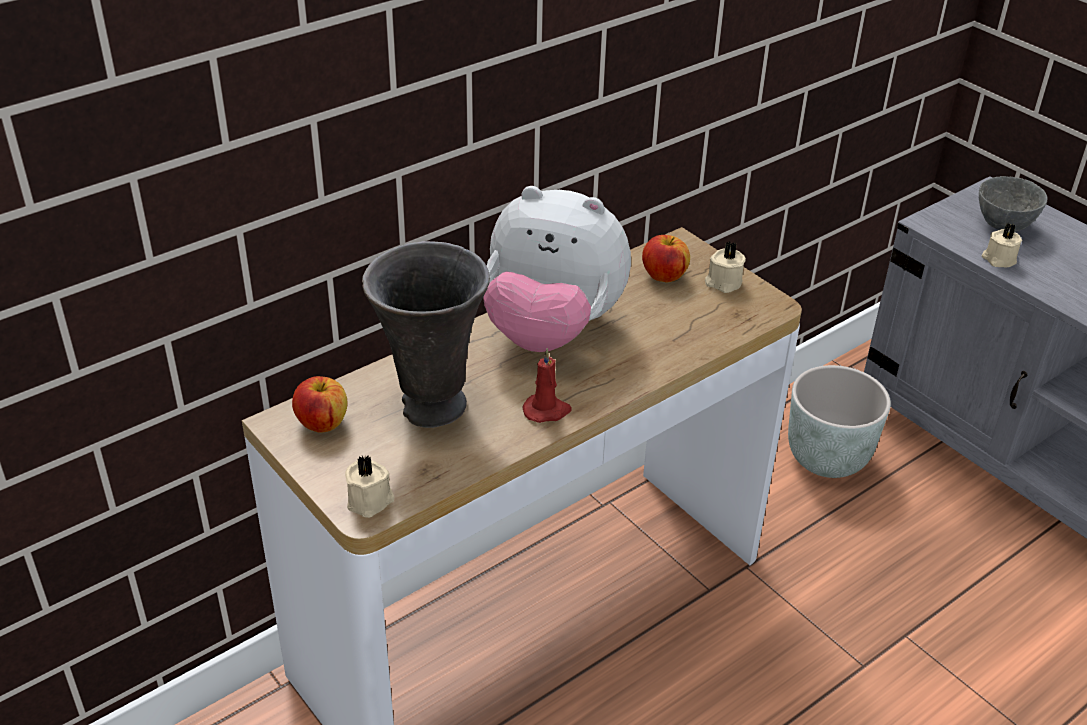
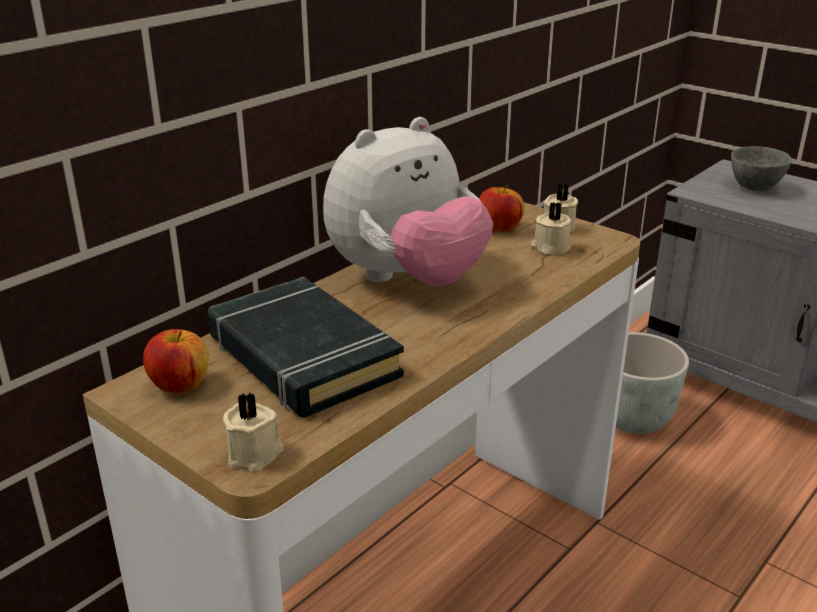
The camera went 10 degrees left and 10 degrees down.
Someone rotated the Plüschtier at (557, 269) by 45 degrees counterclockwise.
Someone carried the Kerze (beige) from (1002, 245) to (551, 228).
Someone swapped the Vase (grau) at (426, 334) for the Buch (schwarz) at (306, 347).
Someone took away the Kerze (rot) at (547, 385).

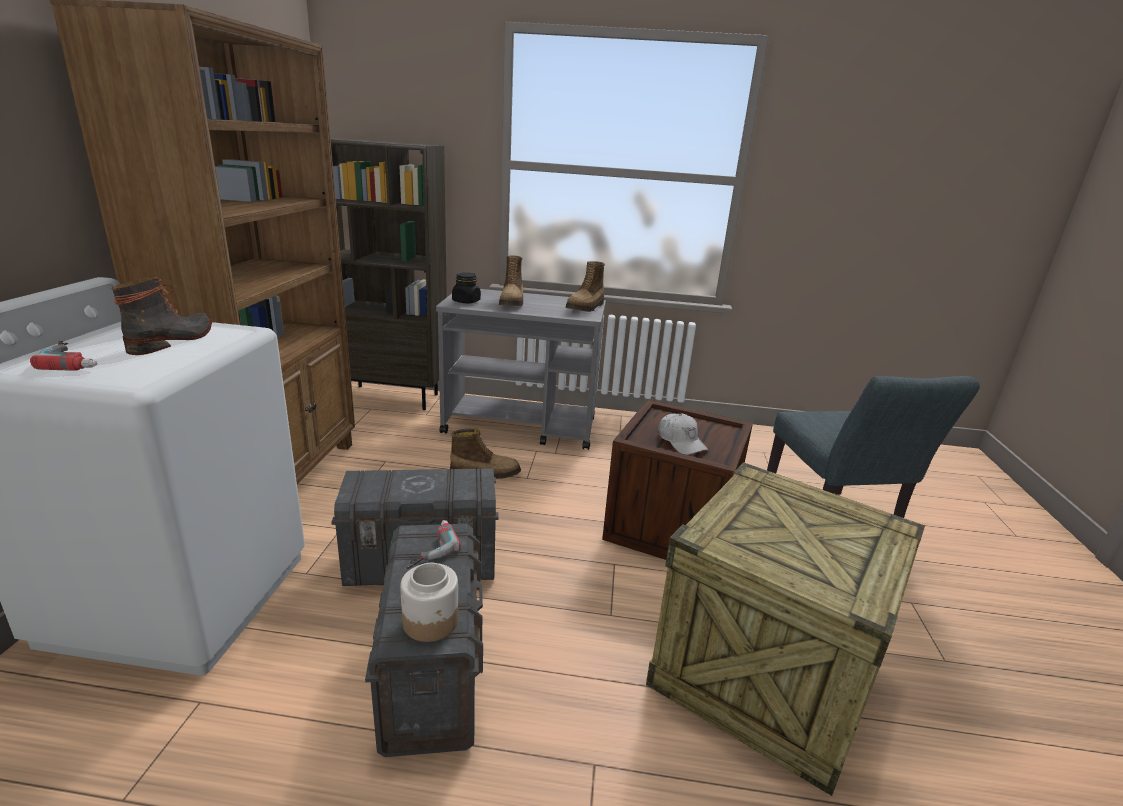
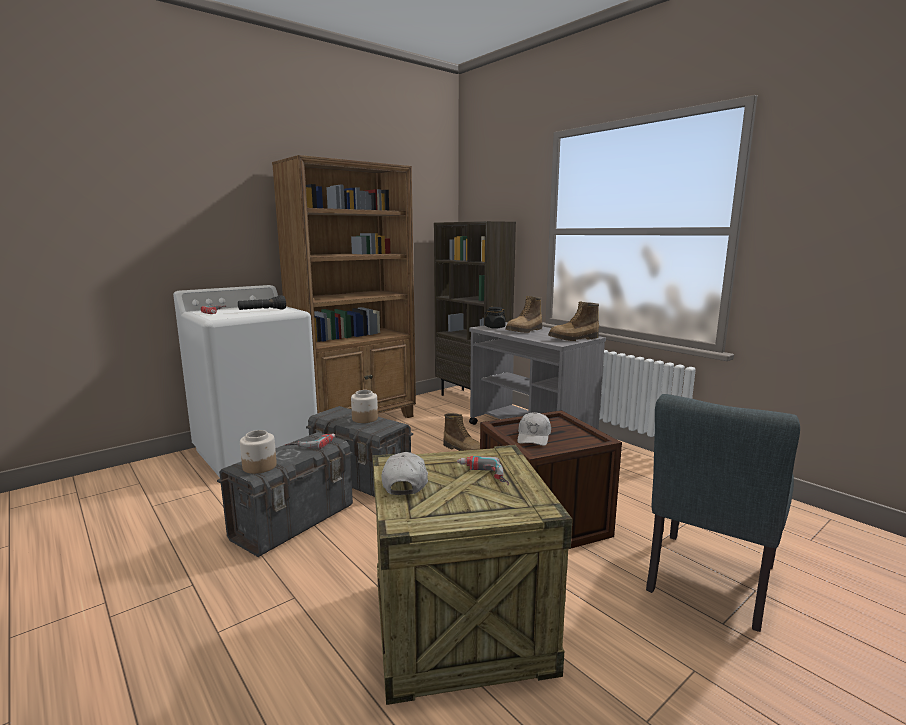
The camera went 45 degrees right and 10 degrees down.
Someone swapped the Stiefel at (161, 316) for the Taschenlampe (schwarz) at (262, 302).
Someone put down the Vorratsglas at (364, 406).
Someone put down the Kappe (weiß) at (404, 473).
Someone put down the Bohrmaschine at (483, 471).

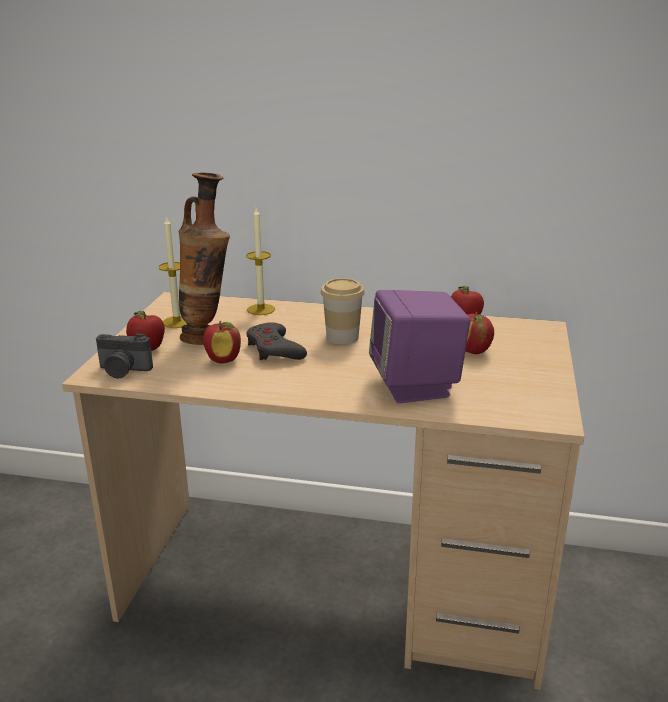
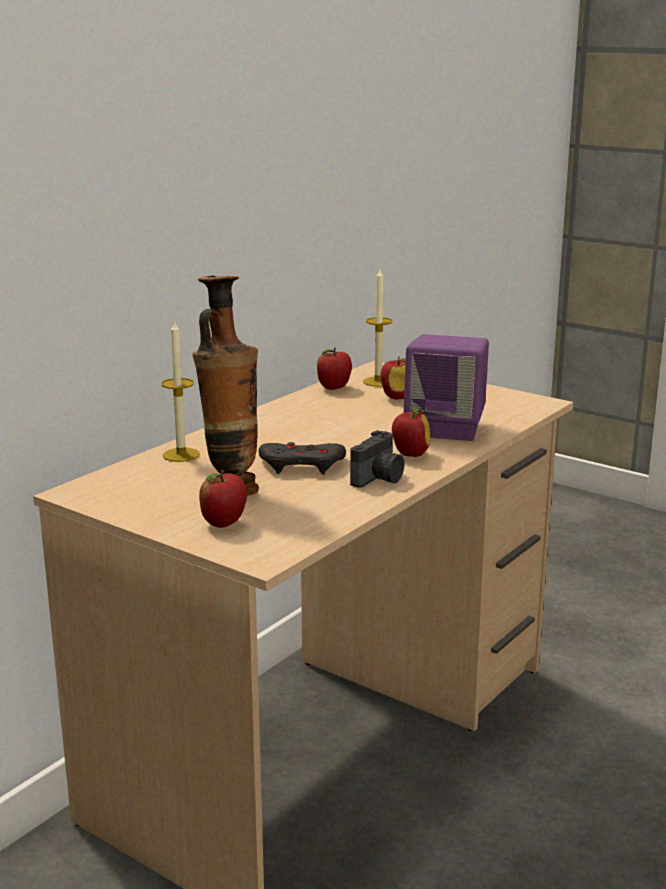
The camera went 65 degrees left and 5 degrees down.
Someone carried the Kerze from (173, 272) to (378, 328).
Someone took away the Tasse at (343, 311).
Someone carried the Apfel from (222, 342) to (411, 432).
Someone carried the Kamera from (124, 356) to (377, 459).

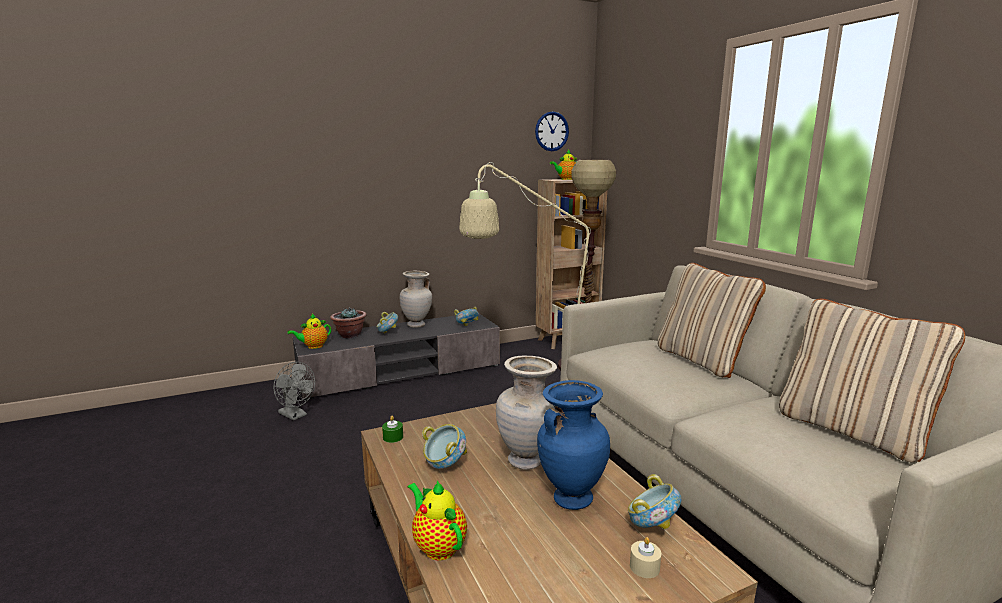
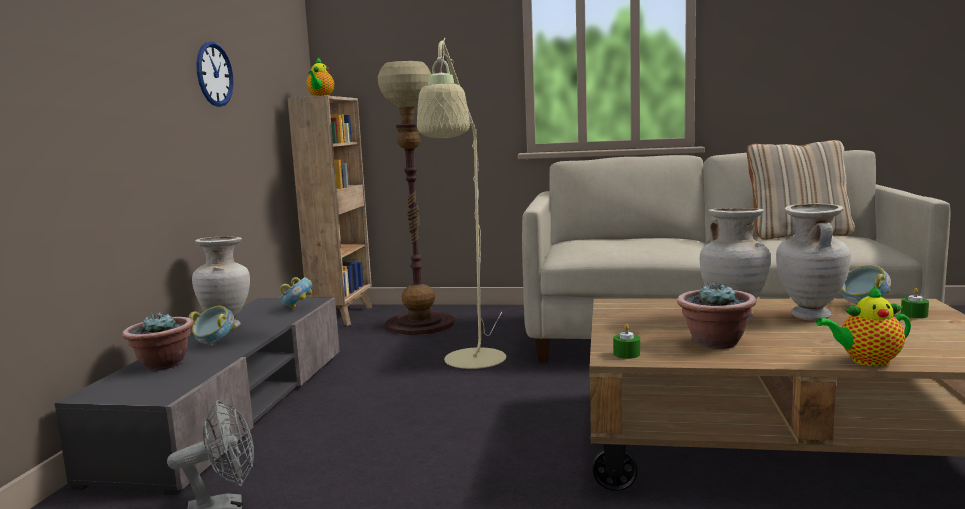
The camera went 55 degrees left and 5 degrees down.
Someone carried the Wanduhr from (552, 131) to (214, 74).
Someone took away the Kissen (beige) at (711, 320).
Someone took away the Teekanne at (309, 331).
Someone repainted the Vase (blau) at (573, 445), which became the Vase (beige) at (813, 262).
Someone swapped the Schüssel at (444, 446) for the Topfpflanze at (716, 315).
Someone repainted the Kerze (beige) at (645, 557), which became the Kerze (grün) at (915, 303).

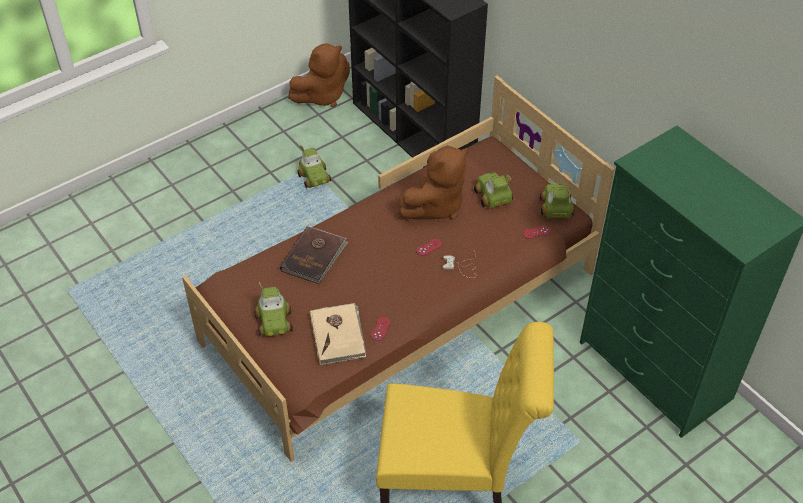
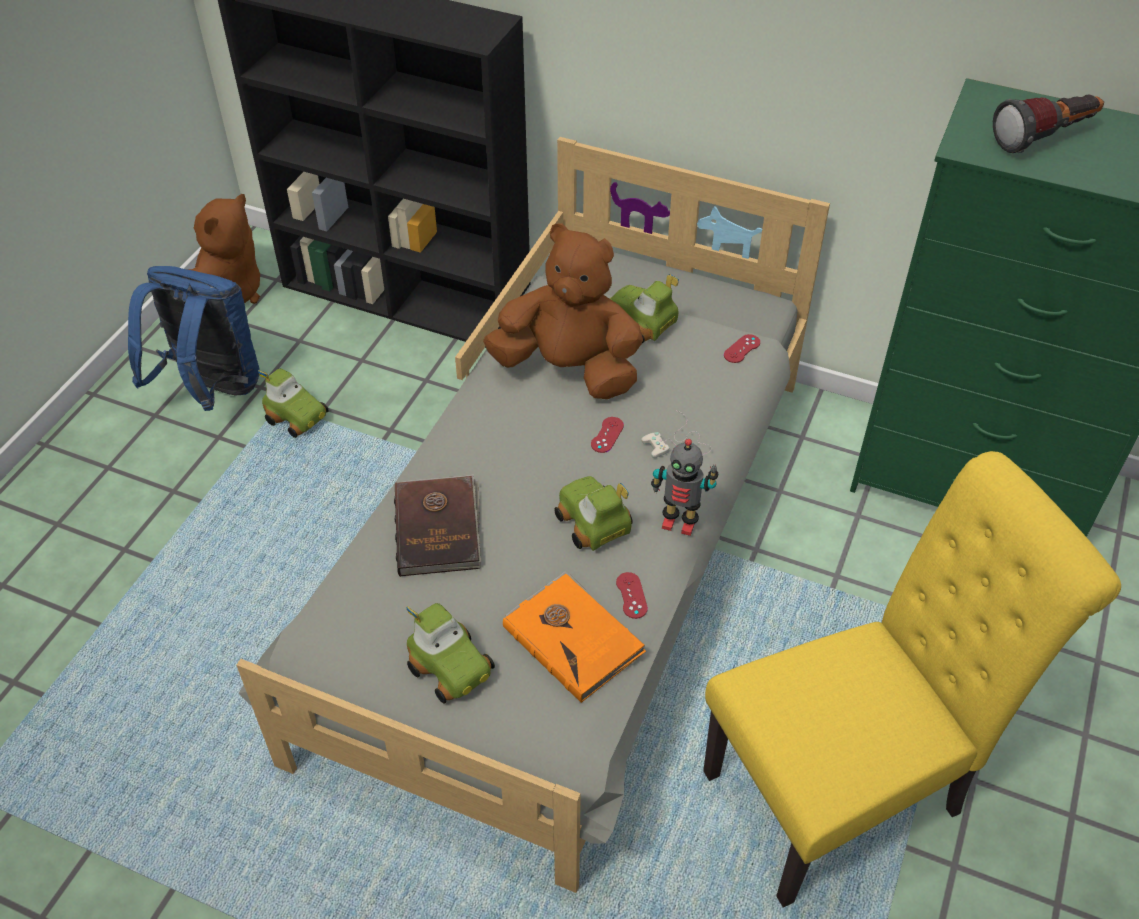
The camera went 30 degrees left and 0 degrees up.
Someone repainted the Bett (braun) at (398, 269), which became the Bett (grau) at (533, 515).
Someone rotated the Plüschtier (braun) at (433, 182) by 90 degrees counterclockwise.
Someone carried the Spielzeugauto from (557, 201) to (593, 513).
Someone repainted the Buch (beige) at (338, 334), which became the Buch (orange) at (574, 637).
Someone put down the Taschenlampe at (1048, 123).
Someone put down the Rucksack (blau) at (193, 338).
Someone put down the Spielzeugroboter at (684, 487).

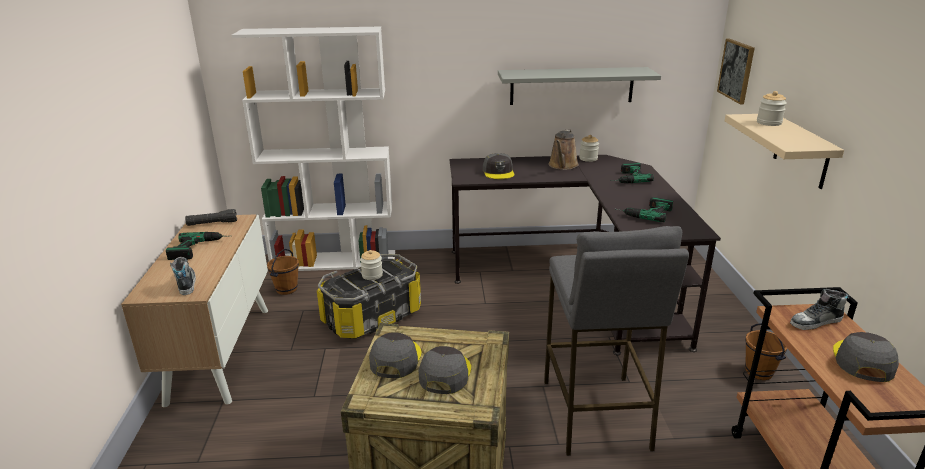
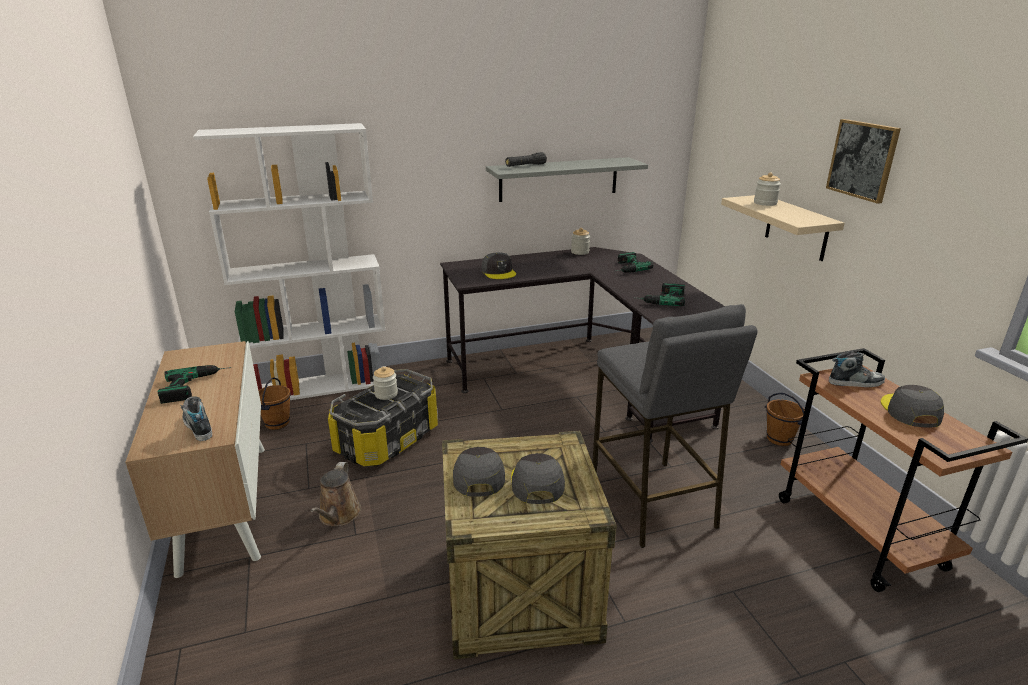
The camera went 15 degrees left and 0 degrees up.
Someone carried the Bild from (736, 71) to (863, 161).
Someone carried the Gießkanne (braun) from (563, 150) to (335, 494).
Someone carried the Taschenlampe (schwarz) from (211, 217) to (526, 159).
Someone rotated the Schuh at (820, 309) by 150 degrees counterclockwise.

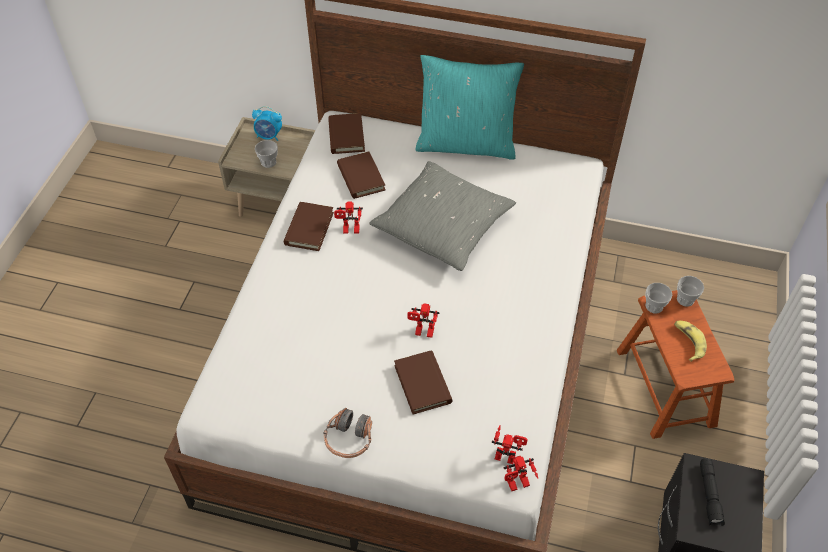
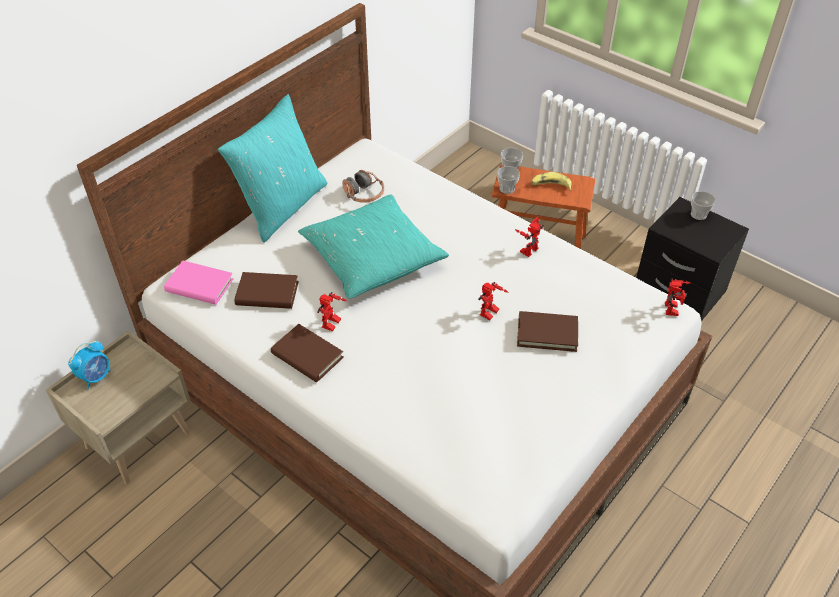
The camera went 65 degrees left and 5 degrees down.
Someone repainted the Buch (braun) at (346, 133), which became the Buch (rosa) at (198, 283).
Someone carried the Tasse from (266, 154) to (703, 205).
Someone repainted the Kissen (grau) at (442, 216), which became the Kissen (türkis) at (373, 246).
Someone carried the Kopfhörer from (348, 433) to (363, 186).
Someone carried the Spielzeugroboter from (509, 445) to (529, 237).
Someone took away the Taschenlampe (schwarz) at (712, 492).

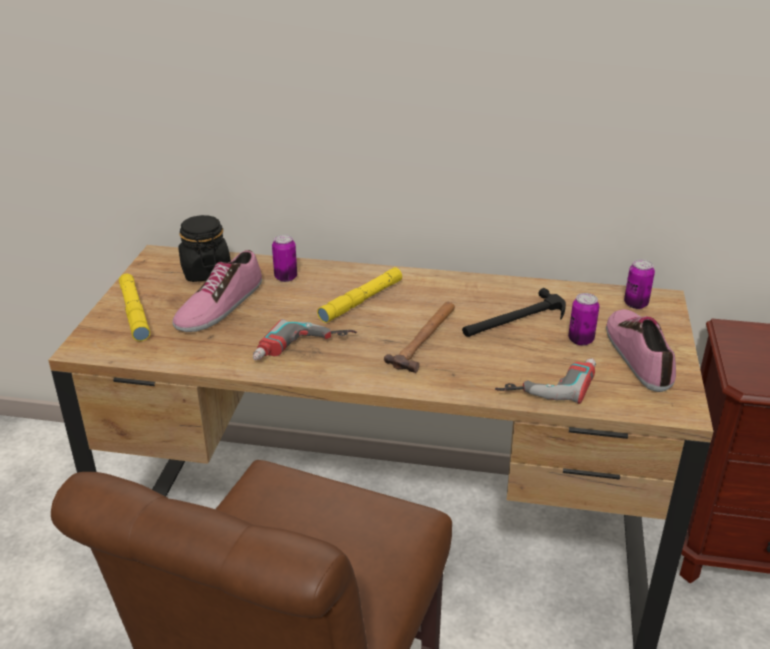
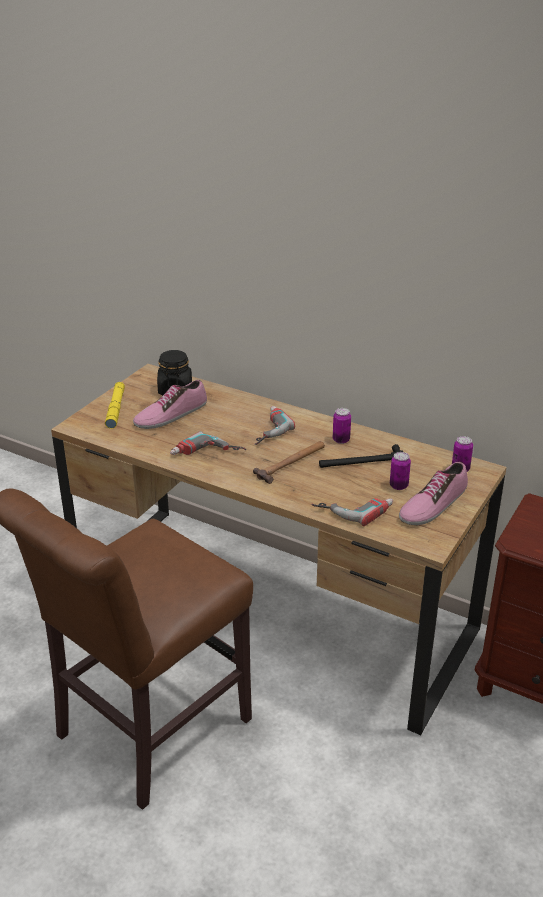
The camera went 20 degrees right and 0 degrees up.
Someone carried the Dose from (284, 258) to (342, 426).
Someone swapped the Taschenlampe (gelb) at (359, 295) for the Bohrmaschine at (275, 425).
Someone rotated the Schuh at (641, 350) by 150 degrees counterclockwise.

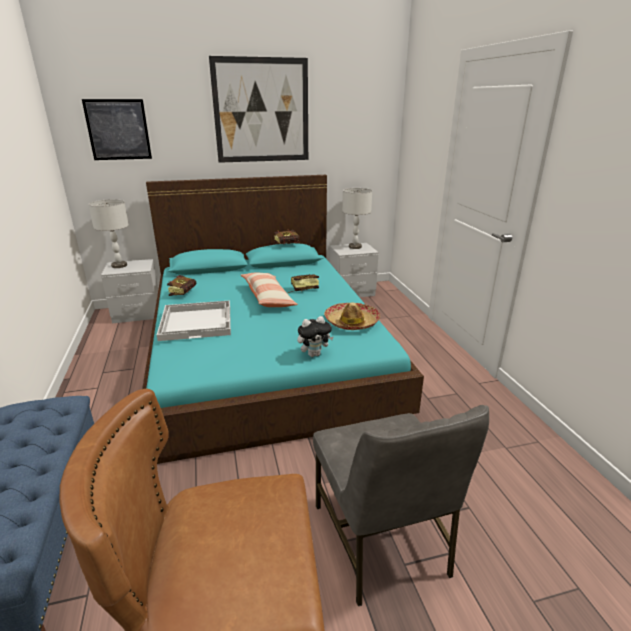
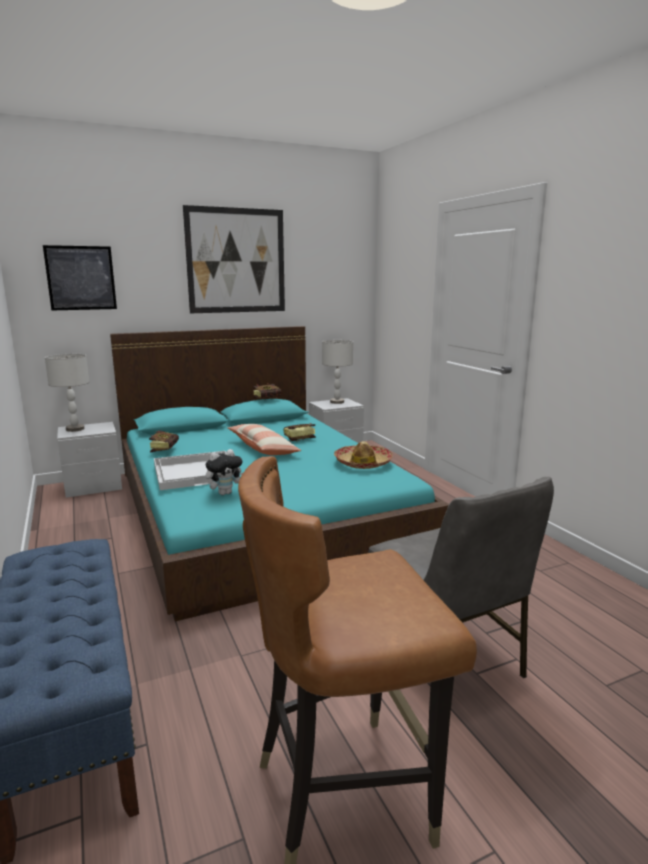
The camera went 10 degrees left and 10 degrees down.
Someone carried the Plüschtier from (315, 336) to (224, 472).

